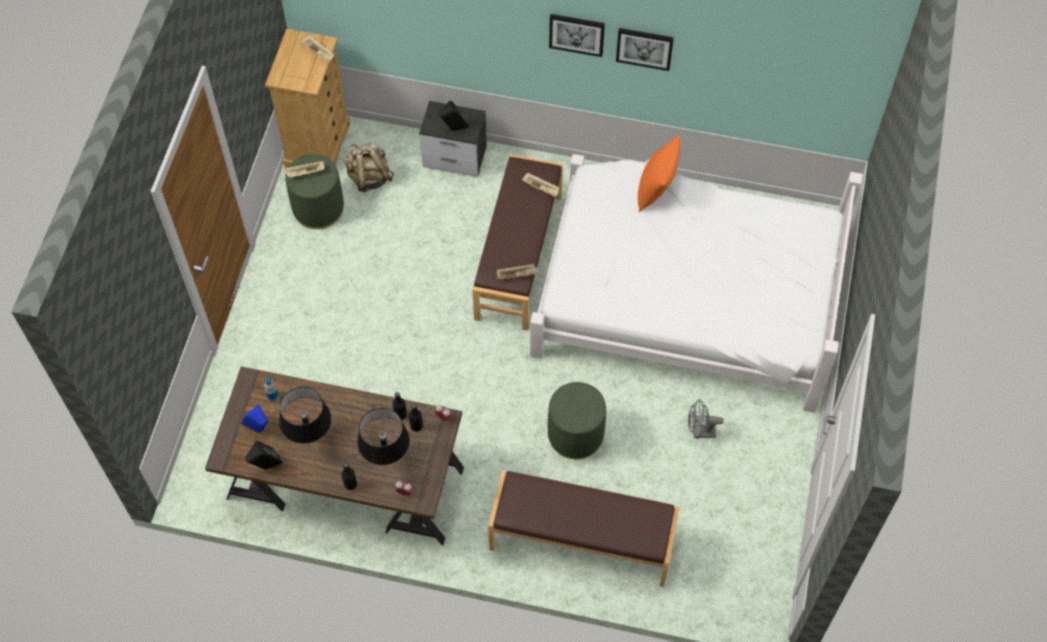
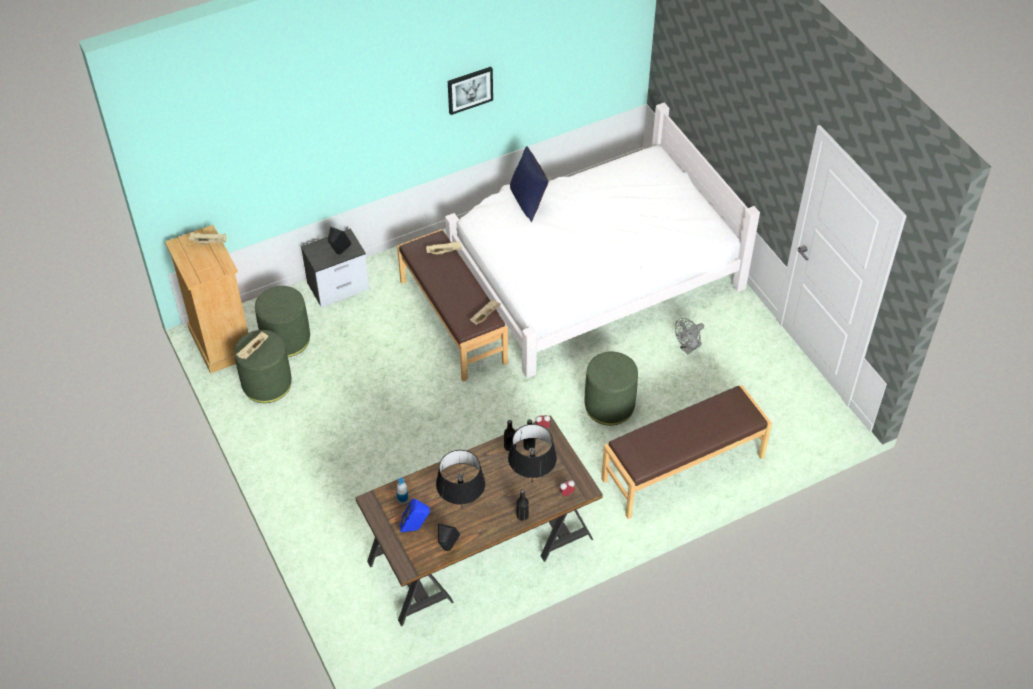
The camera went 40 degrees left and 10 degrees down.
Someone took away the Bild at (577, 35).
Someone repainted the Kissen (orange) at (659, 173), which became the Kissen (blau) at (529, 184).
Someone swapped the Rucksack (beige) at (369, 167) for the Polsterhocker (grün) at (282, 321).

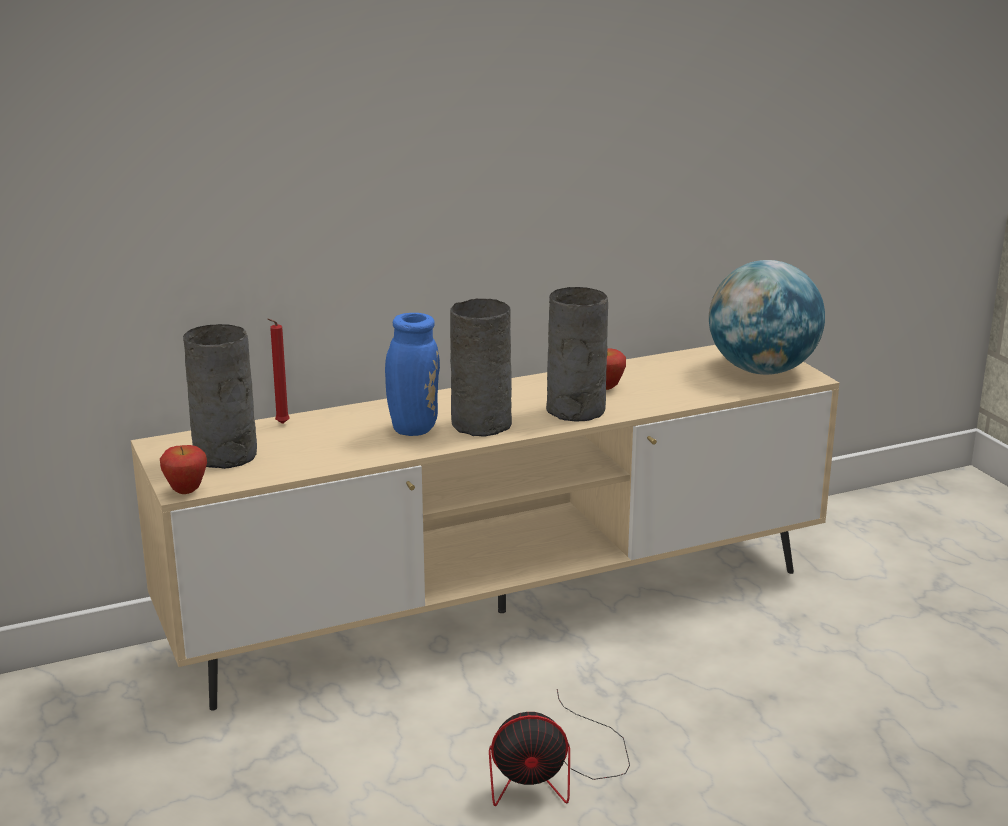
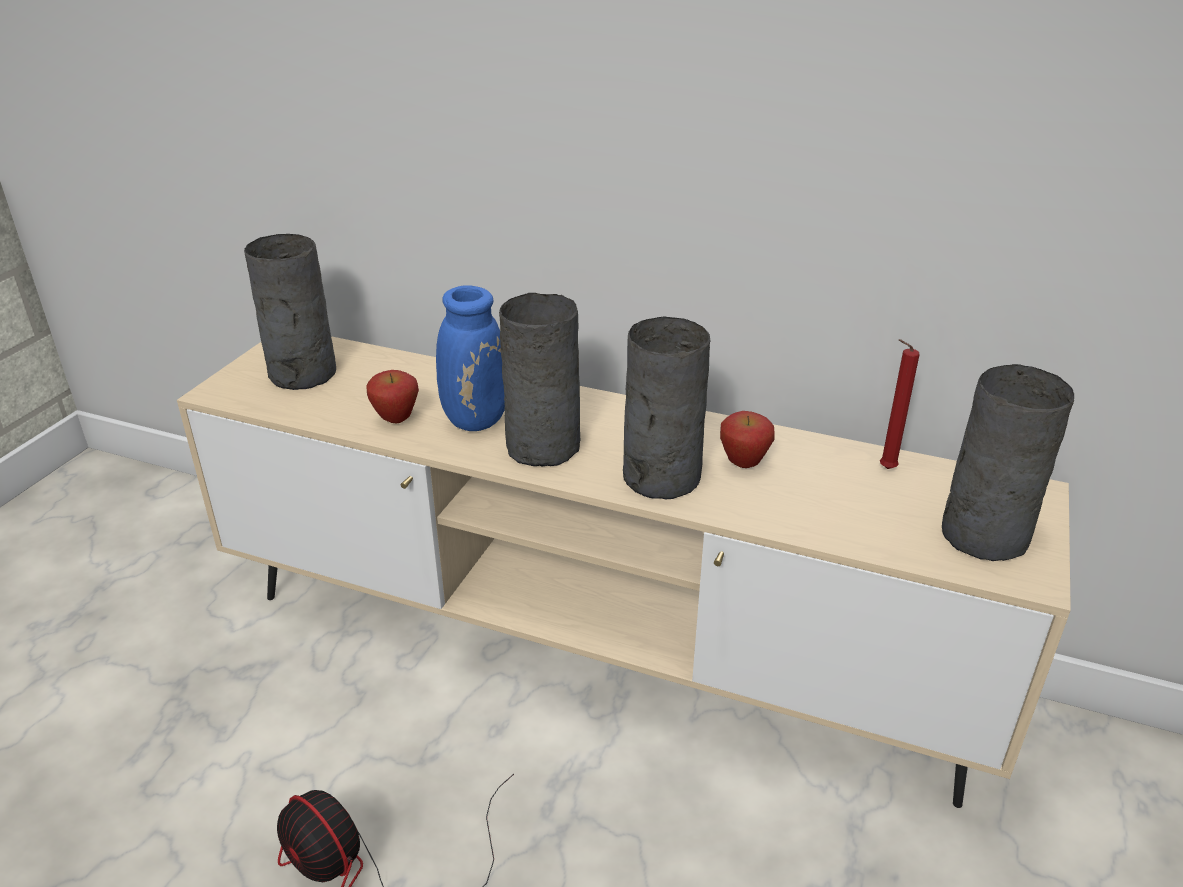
The camera went 45 degrees right and 10 degrees up.
Someone swapped the Globus at (767, 317) for the Vase (grau) at (1008, 462).
Someone carried the Kerze (rot) from (278, 371) to (900, 404).
Someone carried the Apfel from (183, 469) to (392, 396).

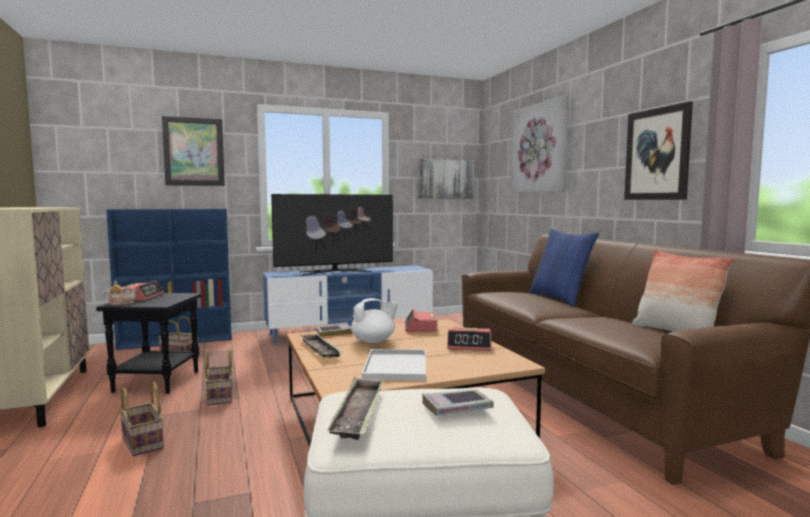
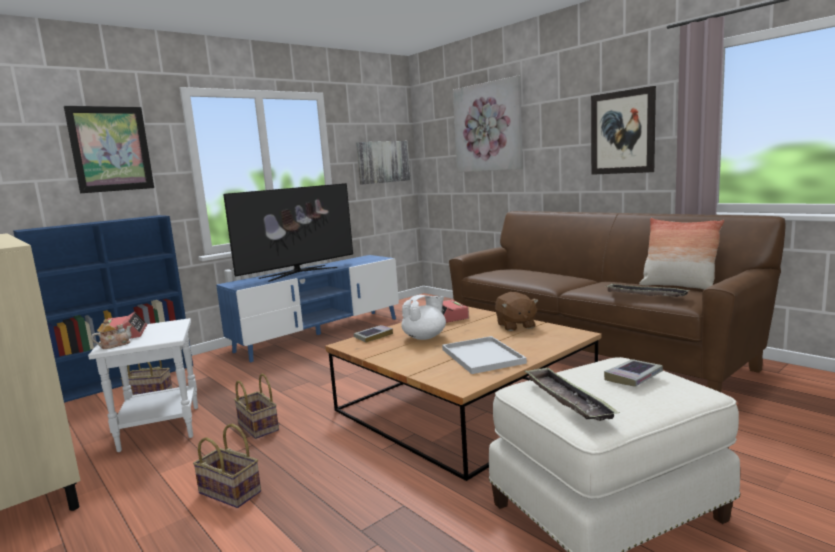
The camera went 20 degrees left and 5 degrees up.
Someone took away the Kissen (blau) at (564, 267).
Someone repainted the Beistelltisch (schwarz) at (148, 343), which became the Beistelltisch (weiß) at (143, 385).
Someone swapped the Wecker at (469, 339) for the Plüschtier (braun) at (517, 311).
Someone carried the Tablett from (321, 346) to (647, 290).

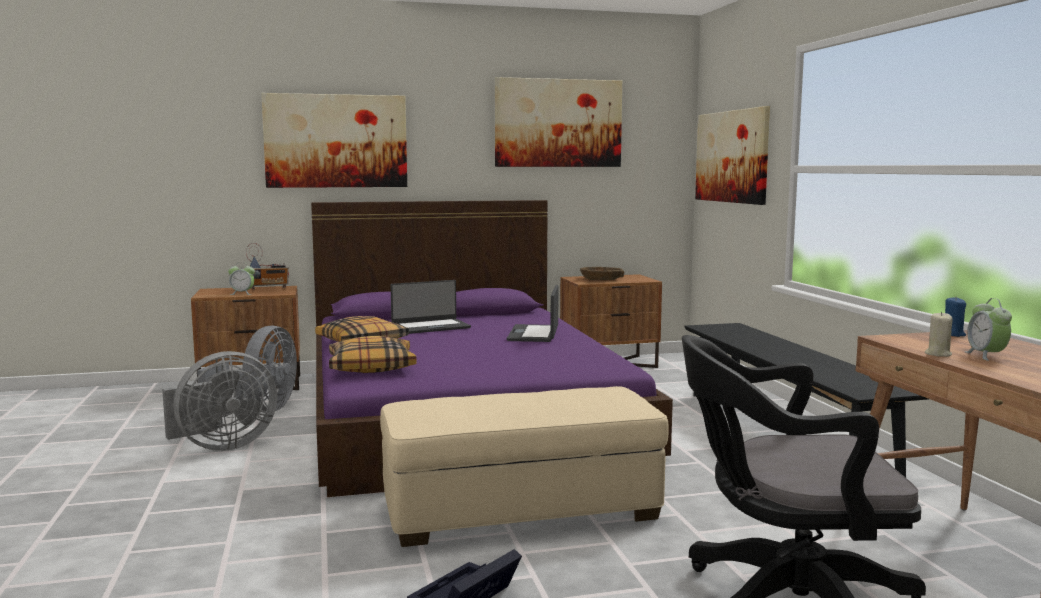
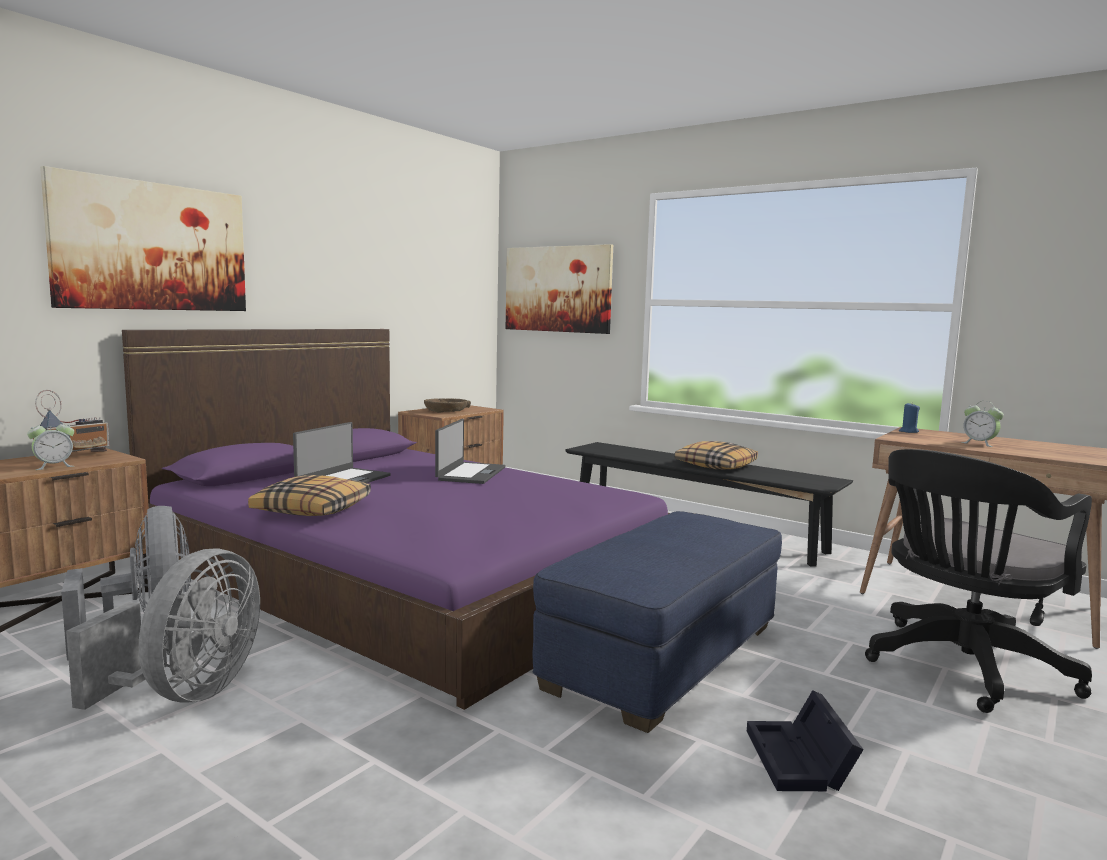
The camera went 40 degrees left and 0 degrees up.
Someone took away the Bild at (558, 122).
Someone rotated the Laptop at (533, 313) by 135 degrees counterclockwise.
Someone took away the Kerze (beige) at (939, 334).
Someone carried the Kissen from (373, 354) to (716, 455).
Someone repainted the Polsterhocker (beige) at (524, 466), which became the Polsterhocker (blau) at (657, 622).

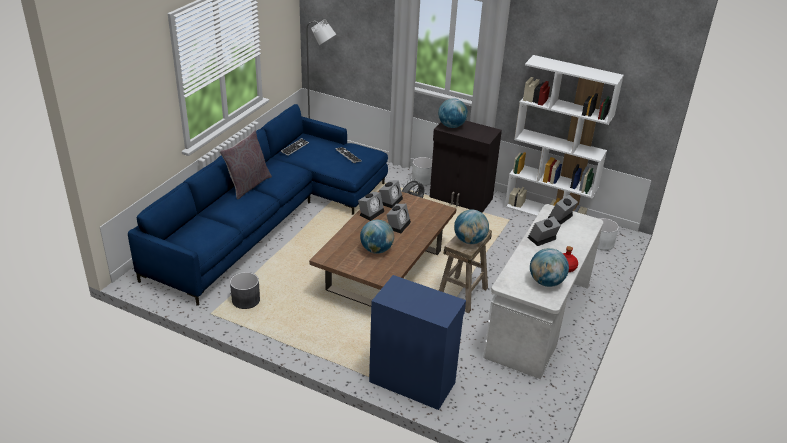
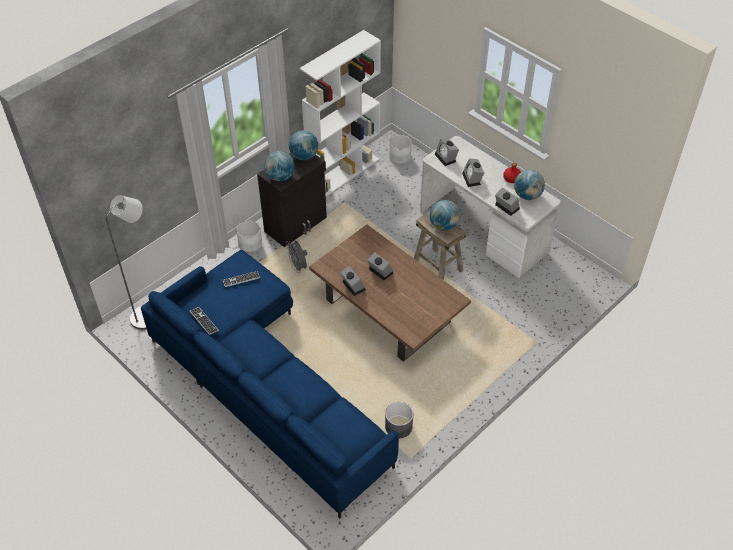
The camera went 70 degrees left and 15 degrees up.
Someone took away the Kissen (grau) at (246, 164).
Someone carried the Wecker from (391, 194) to (507, 201).
Someone carried the Globus from (377, 237) to (303, 145).
Someone took away the Schrank (blau) at (417, 342).

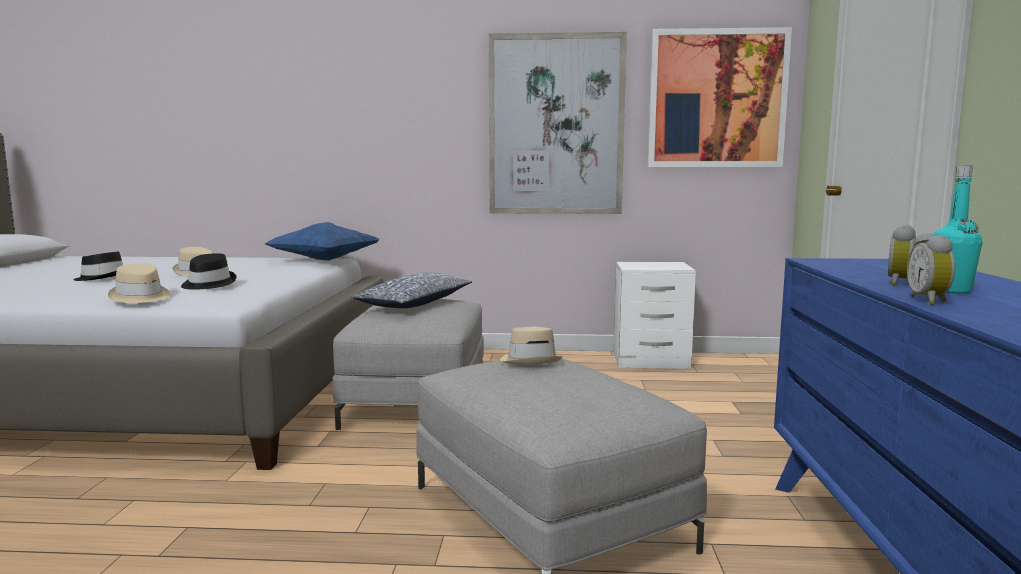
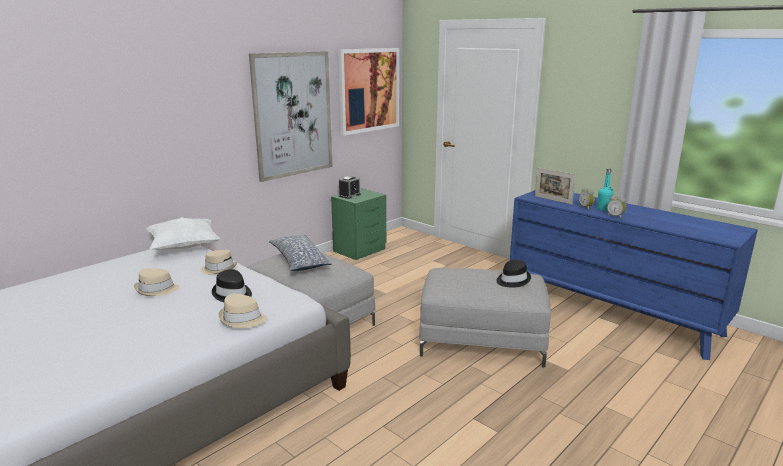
The camera went 50 degrees left and 10 degrees up.
Someone repainted the Kissen (blau) at (321, 241), which became the Kissen (weiß) at (183, 233).
Someone carried the Hut (schwarz) from (98, 266) to (514, 274).
Someone repainted the Nachttisch (weiß) at (655, 315), which became the Nachttisch (grün) at (358, 224).
Someone carried the Hut (beige) from (531, 345) to (219, 262).
Someone put down the Bilderrahmen at (555, 186).
Someone put down the Wecker at (350, 187).

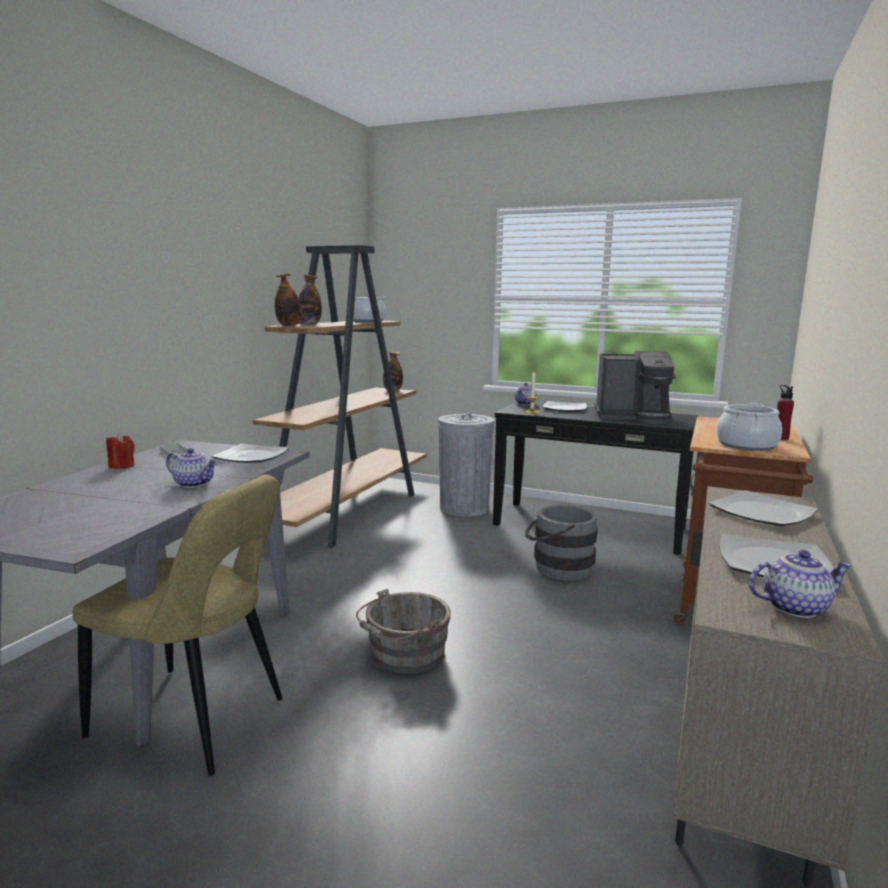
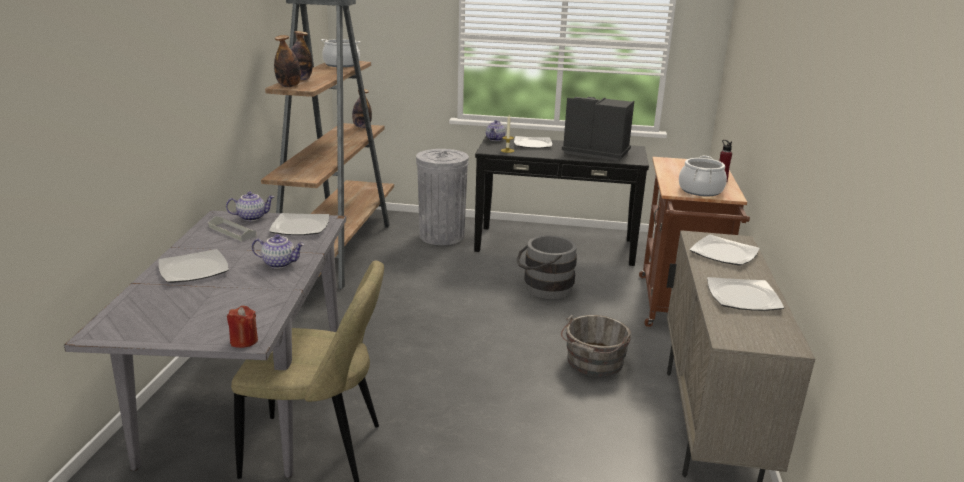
The camera went 15 degrees left and 10 degrees up.
Someone rotated the Kaffeemaschine at (635, 387) by 150 degrees counterclockwise.
Someone carried the Kerze (rot) from (120, 451) to (242, 327).
Someone carried the Teekanne from (800, 584) to (250, 206).
Someone carried the Eimer (grau) from (403, 631) to (596, 346).
Someone put down the Teller at (194, 266).

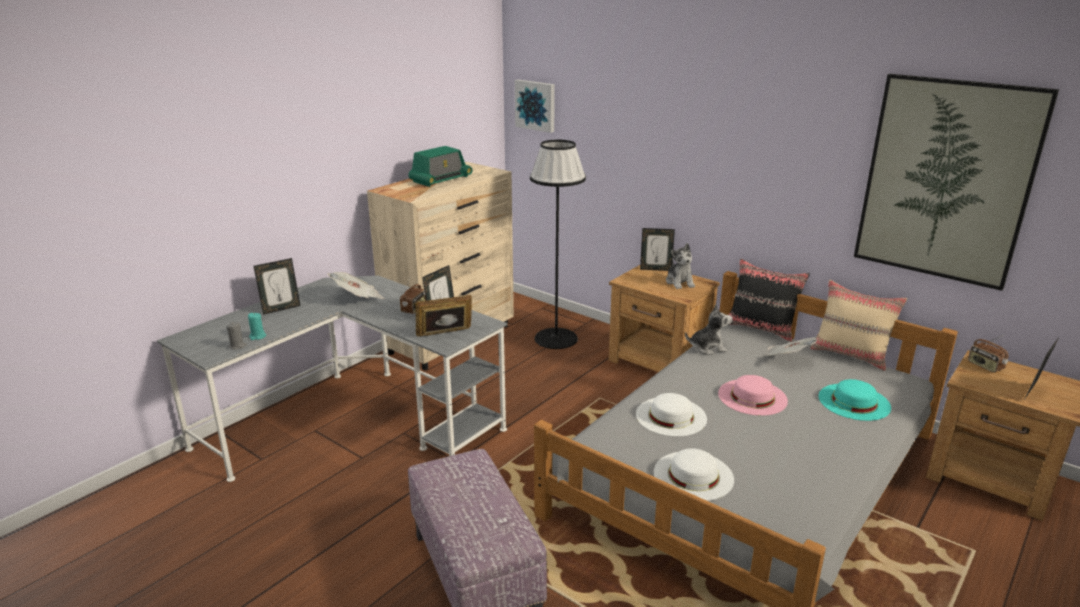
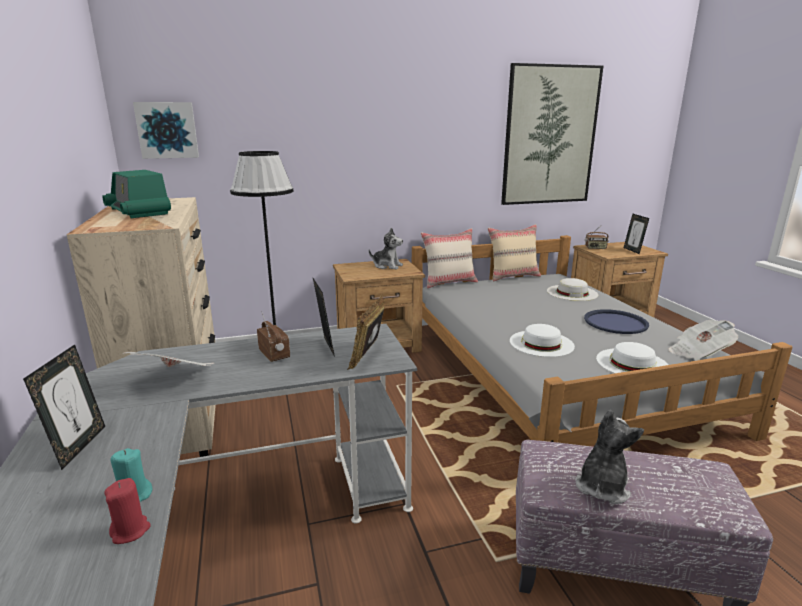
The camera went 55 degrees left and 5 degrees down.
Someone rotated the Radio at (440, 166) by 150 degrees clockwise.
Someone took away the Bilderrahmen at (657, 249).
Someone repainted the Kissen (schwarz) at (769, 300), which became the Kissen (beige) at (449, 258).
Someone carried the Plüschtier from (709, 329) to (609, 457).
Someone repainted the Kerze (grau) at (236, 336), which became the Kerze (rot) at (128, 511).
Someone carried the Zeitung from (790, 347) to (703, 340).
Someone took away the Hut (rosa) at (753, 395).
Someone repainted the Hut (türkis) at (854, 400), which became the Hut (weiß) at (572, 289).
Someone put down the Tablett (blau) at (616, 321).

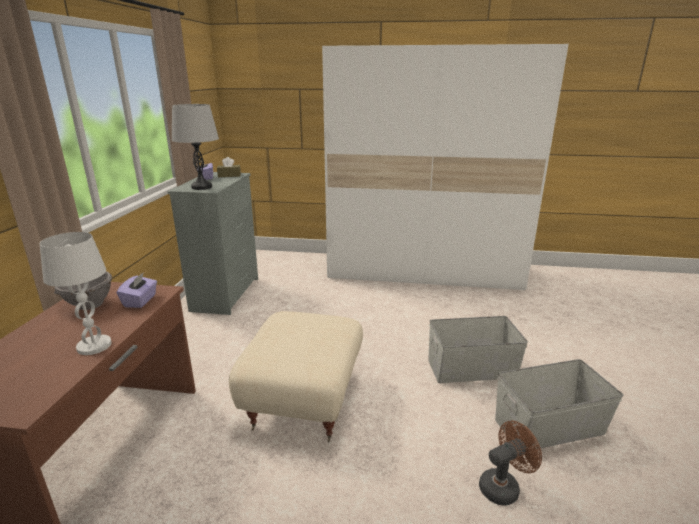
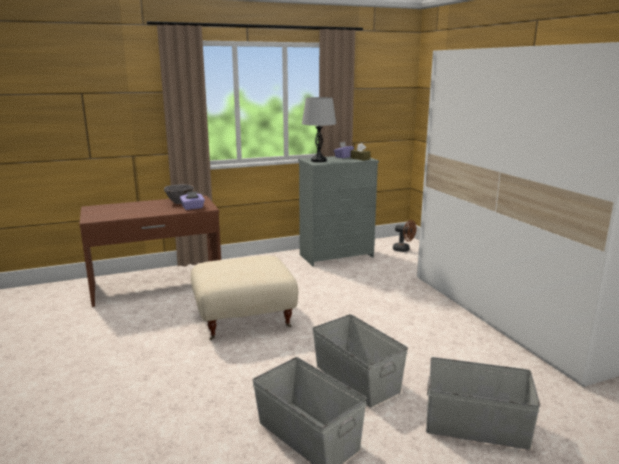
The camera went 60 degrees right and 5 degrees down.
Someone took away the Tischlampe (weiß) at (76, 293).
Someone carried the Ventilator (braun) from (510, 463) to (405, 236).
Someone put down the Aufbewahrungsbox (grau) at (483, 403).

